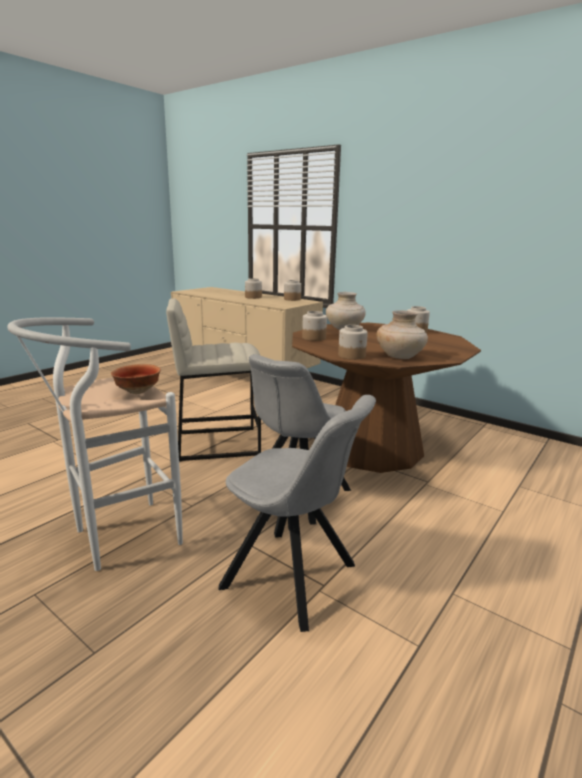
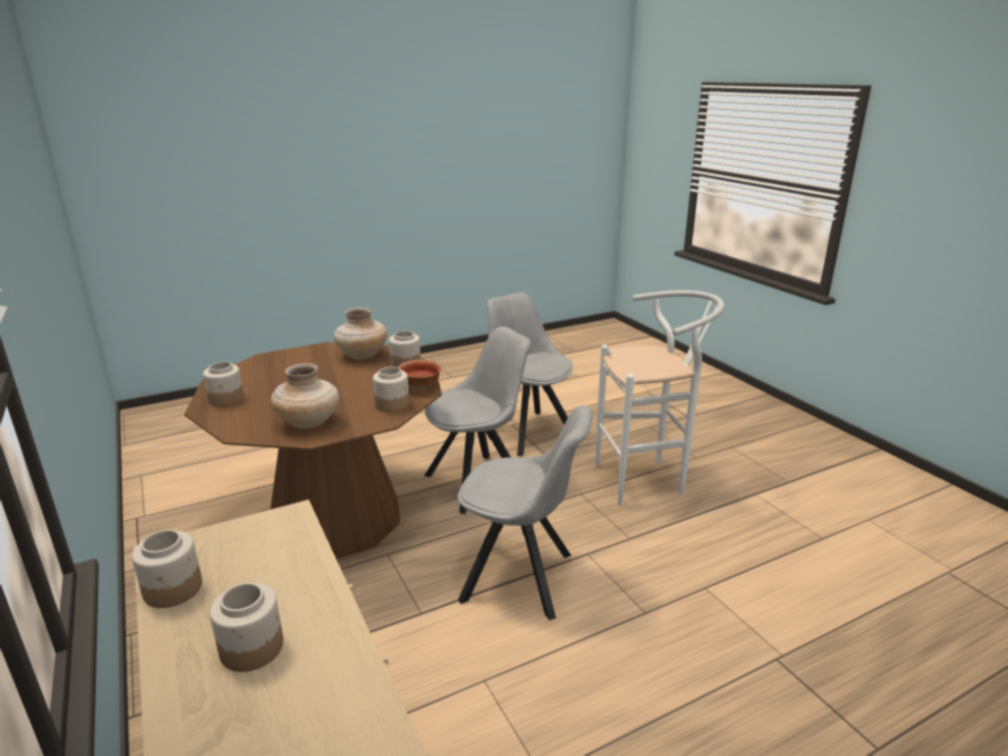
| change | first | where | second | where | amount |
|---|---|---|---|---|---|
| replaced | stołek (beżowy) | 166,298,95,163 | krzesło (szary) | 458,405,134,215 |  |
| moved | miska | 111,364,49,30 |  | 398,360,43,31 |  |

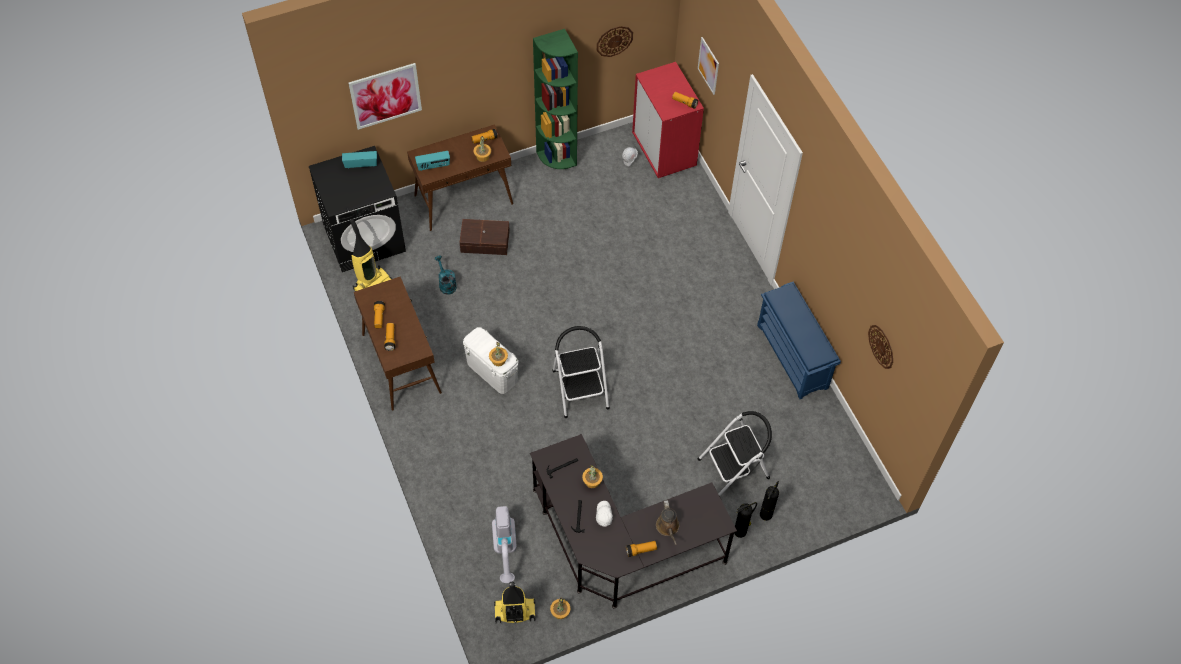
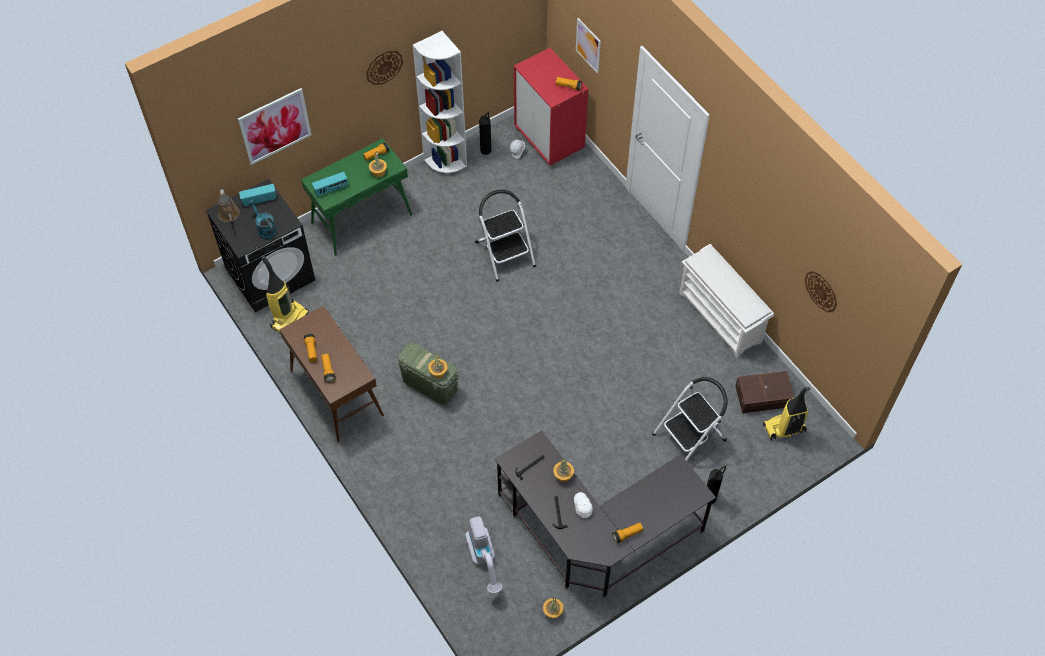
| change | first | where | second | where | amount |
|---|---|---|---|---|---|
| moved | zegar ścienny | 597,26,36,31 |  | 366,51,37,34 |  |
| recoloured | regał (zielony) | 533,29,45,140 | regał (biały) | 413,31,54,142 |  |
| recoloured | stolik konsolowy (brązowy) | 407,124,106,107 | stolik konsolowy (zielony) | 301,138,111,118 |  |
| moved | pojemnik do przechowywania (brązowy) | 459,219,51,36 |  | 735,371,60,42 |  |
| moved | konewka (turkusowy) | 435,256,22,39 |  | 248,200,29,40 |  |
| recoloured | regał na buty (niebieski) | 757,282,84,117 | regał na buty (biały) | 679,244,95,114 |  |
| moved | drabinka | 552,326,58,92 |  | 475,190,61,91 |  |
| recoloured | pojemnik do przechowywania (biały) | 463,327,55,67 | pojemnik do przechowywania (zielony) | 397,343,62,62 |  |
| moved | gaśnica | 760,481,19,40 |  | 479,111,12,44 |  |
| moved | konewka (brązowy) | 656,500,24,45 |  | 218,189,22,33 |  |
| moved | odkurzacz | 494,582,41,41 |  | 763,387,47,54 |  |

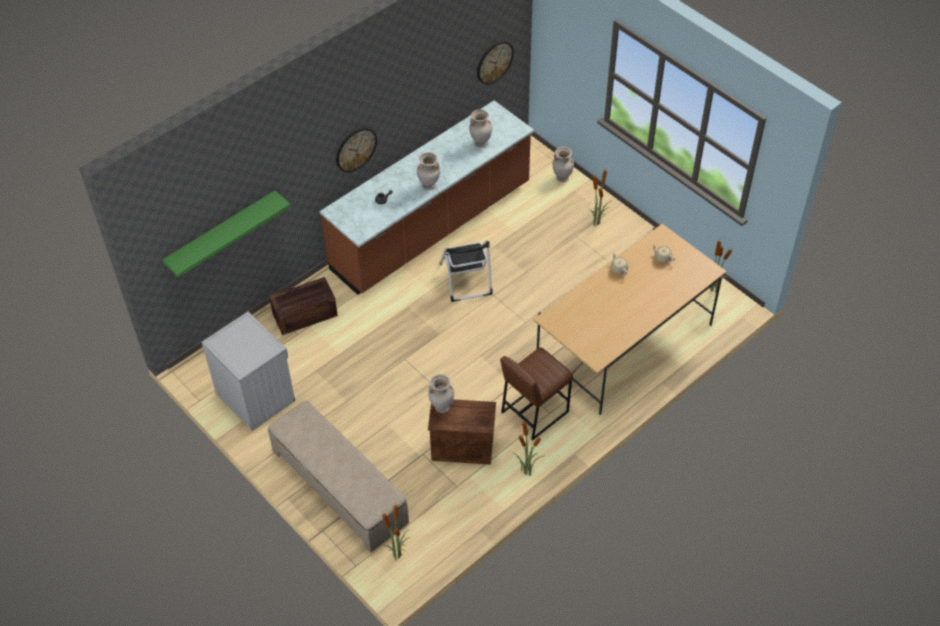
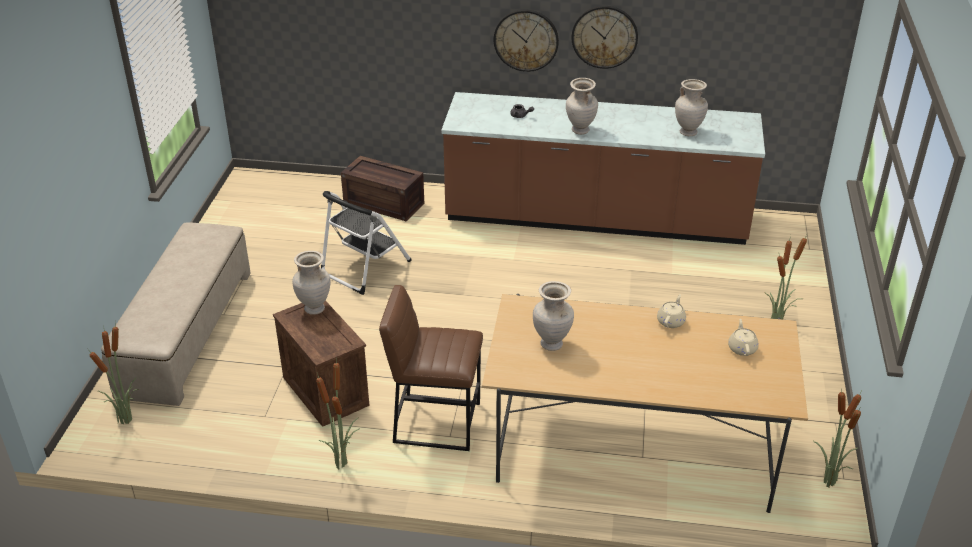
| change | first | where | second | where | amount |
|---|---|---|---|---|---|
| moved | zegar ścienny | 477,41,37,44 |  | 571,6,67,63 |  |
| moved | wazon (beżowy) | 552,147,22,35 |  | 533,281,41,70 |  |
| removed | półka (zielony) | 162,190,129,87 |  |  |  |
| moved | drabinka | 440,240,53,62 |  | 321,191,91,104 |  |
| removed | pralka (biały) | 202,312,93,119 |  |  |  |

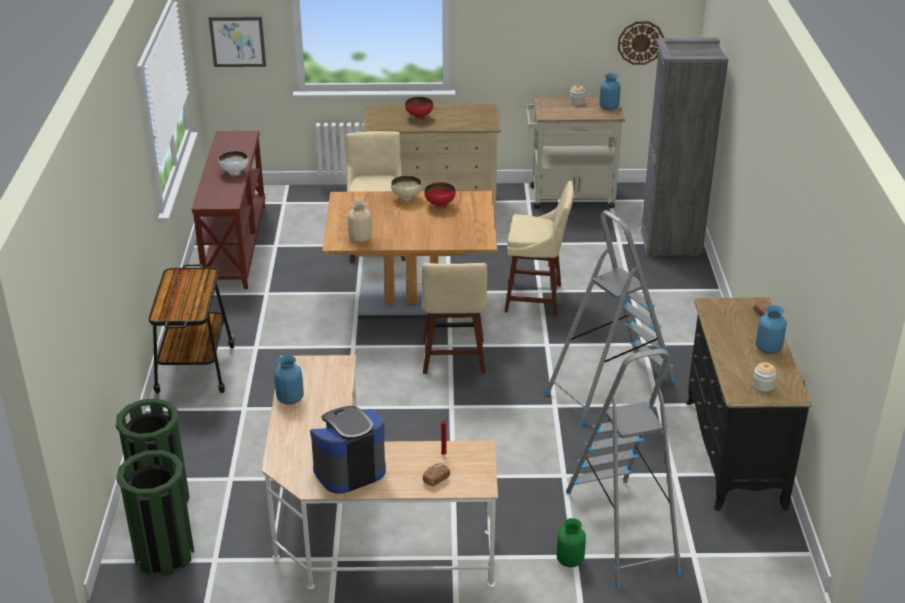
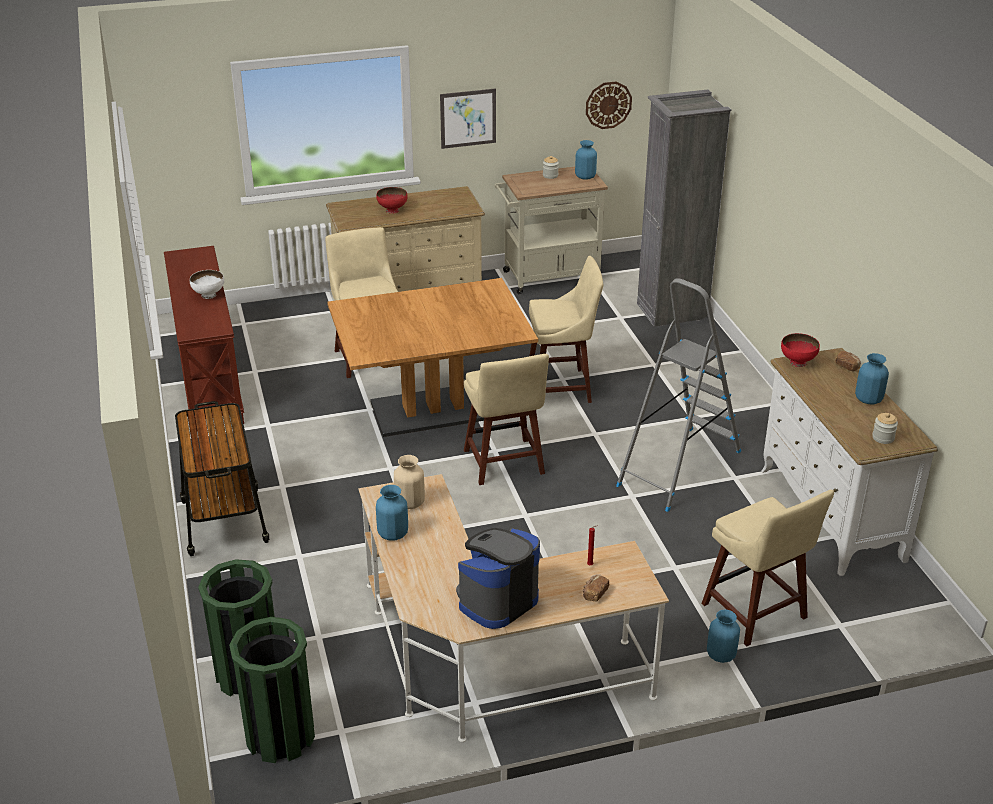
| change | first | where | second | where | amount |
|---|---|---|---|---|---|
| moved | obraz | 208,17,58,50 |  | 440,88,56,61 |  |
| removed | miska (beżowy) | 391,175,31,27 |  |  |  |
| moved | miska (czerwony) | 424,182,32,28 |  | 781,333,39,34 |  |
| moved | wazon (beżowy) | 348,200,24,43 |  | 394,455,31,54 |  |
| recoloured | komoda (czarny) | 686,297,125,214 | komoda (biały) | 761,348,177,228 |  |
| replaced | drabinka (szary) | 566,349,115,240 | krzesło (beżowy) | 701,490,133,156 |  |
| recoloured | wazon (zielony) | 557,518,29,49 | wazon (niebieski) | 707,609,33,54 |  |

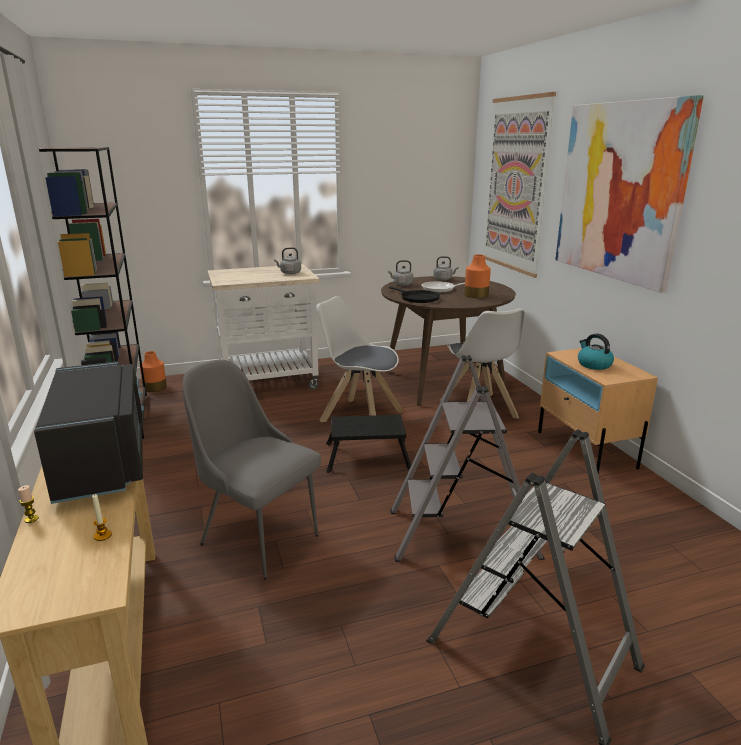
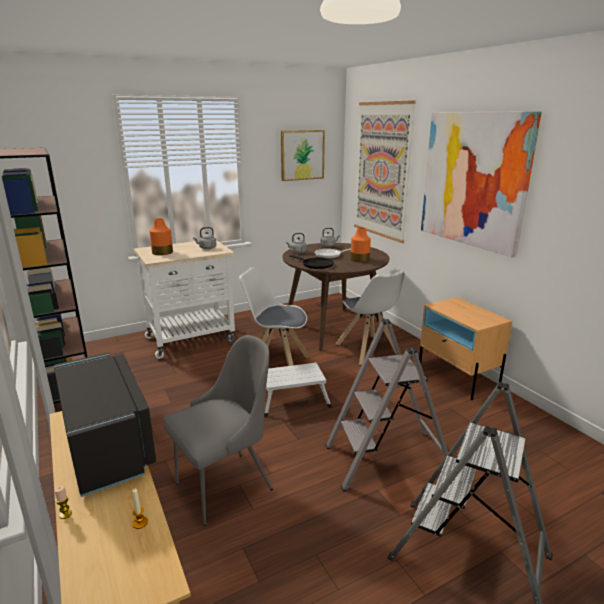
| change | first | where | second | where | amount |
|---|---|---|---|---|---|
| removed | czajnik | 578,333,36,37 |  |  |  |
| moved | wazon (pomarańczowy) | 140,351,27,41 |  | 150,218,23,37 |  |
| turned | krzesło (szary) | 182,360,139,219 |  | 164,335,109,191 | 120 degrees clockwise |
| recoloured | drabinka (czarny) | 326,414,85,59 | drabinka (biały) | 264,362,68,56 |  |
| added |  |  | obraz | 281,130,44,51 |  |

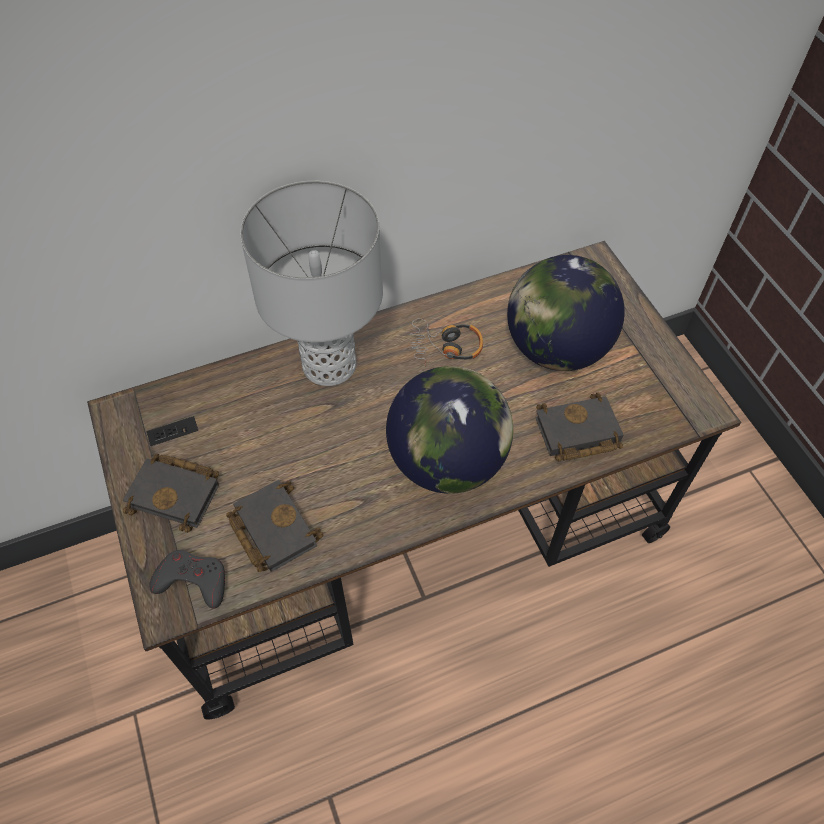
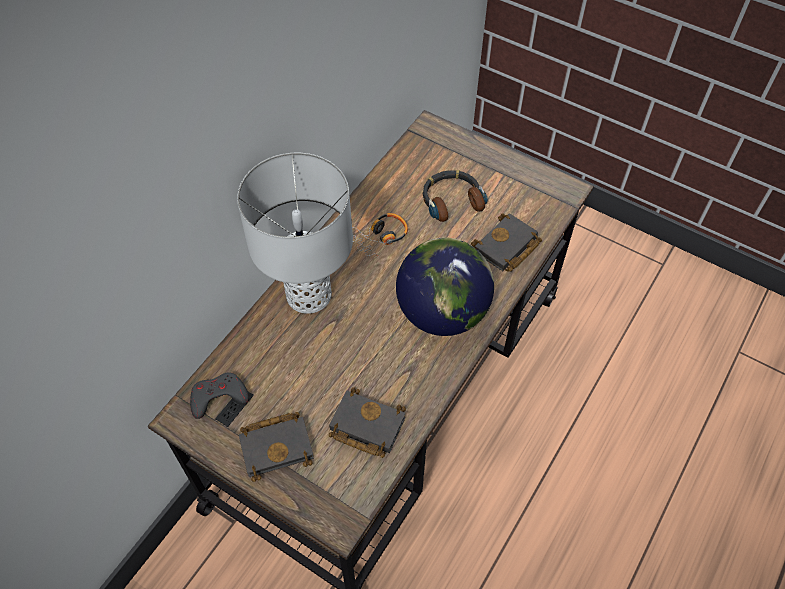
| change | first | where | second | where | amount |
|---|---|---|---|---|---|
| replaced | globus | 507,255,117,116 | słuchawki | 423,170,65,52 |  |
| moved | pad do gier (szary) | 149,550,76,59 |  | 190,372,59,47 |  |

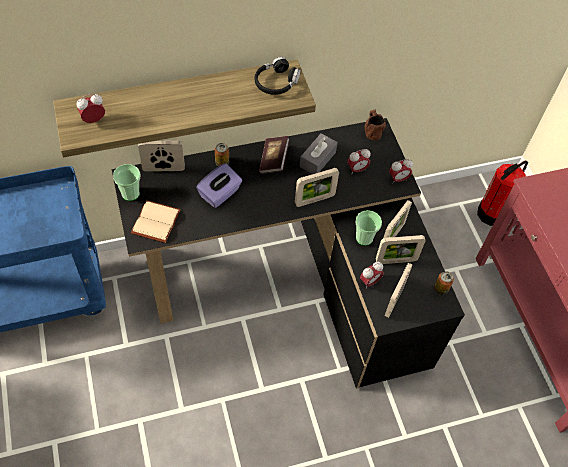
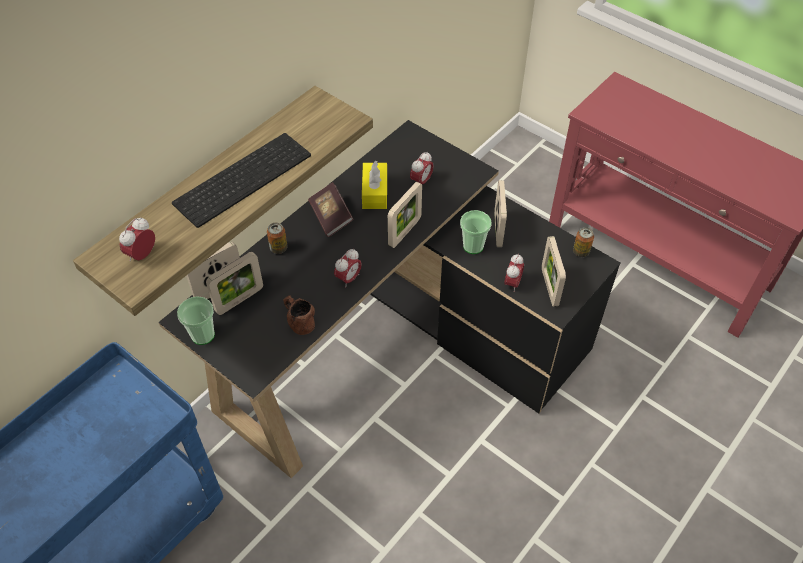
| change | first | where | second | where | amount |
|---|---|---|---|---|---|
| removed | słuchawki (czarny) | 254,57,46,38 |  |  |  |
| moved | kubek (brązowy) | 365,109,21,31 |  | 283,295,32,40 |  |
| recoloured | pudełko chusteczek (szary) | 300,133,38,41 | pudełko chusteczek (żółty) | 362,160,25,49 |  |
| moved | budzik | 389,159,24,25 |  | 334,249,28,36 |  |
| removed | gaśnica | 477,161,51,65 |  |  |  |
| removed | pudełko chusteczek (fioletowy) | 196,163,46,45 |  |  |  |
| removed | książka (beżowy) | 131,200,50,43 |  |  |  |
| moved | ramka na zdjęcie | 376,235,50,29 |  | 206,252,57,63 |  |
| added |  |  | klawiatura | 172,133,139,95 |  |

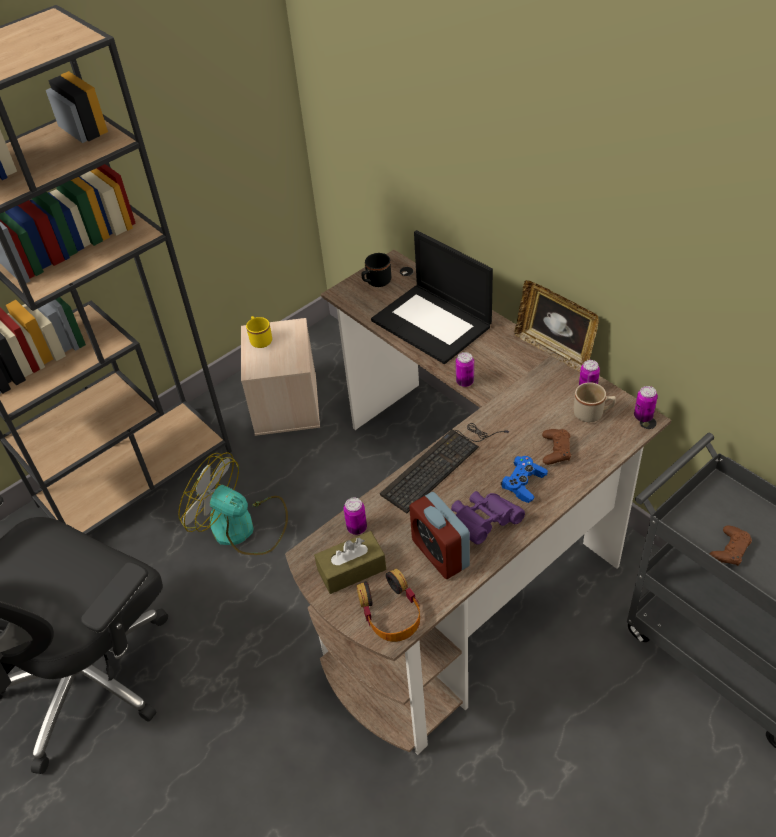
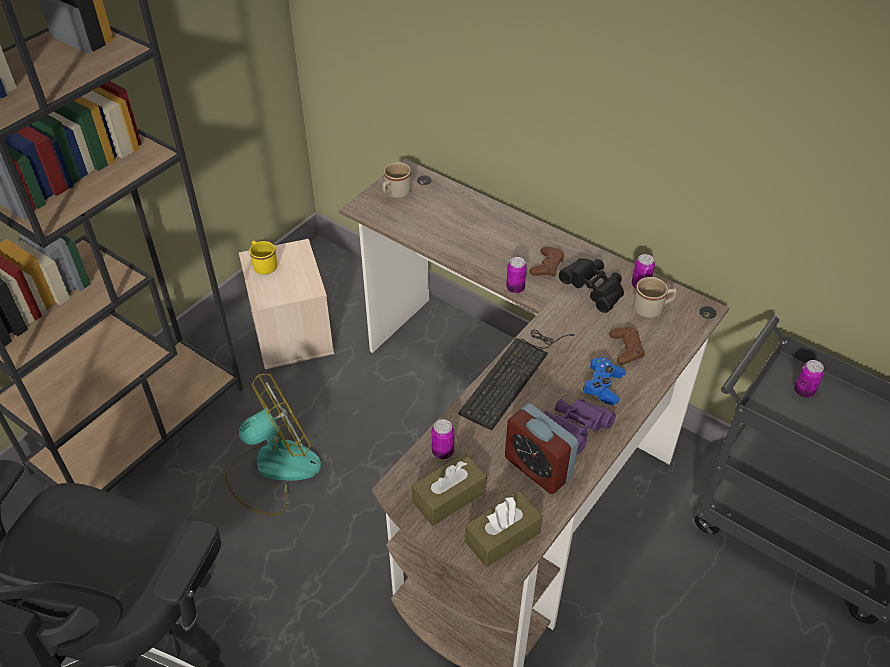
| change | first | where | second | where | amount |
|---|---|---|---|---|---|
| removed | laptop | 371,230,122,134 |  |  |  |
| recoloured | kubek (czarny) | 361,253,30,34 | kubek (beżowy) | 382,162,29,36 |  |
| removed | ramka na zdjęcie | 514,280,85,92 |  |  |  |
| moved | puszka | 634,386,24,36 |  | 794,360,30,38 |  |
| turned | wentylator | 178,452,110,103 |  | 225,374,97,142 | 135 degrees clockwise |
| moved | pad do gier (brązowy) | 709,525,43,41 |  | 529,247,36,30 |  |
| replaced | słuchawki | 356,569,64,73 | pudełko chusteczek (brązowy) | 465,491,78,76 |  |
| added |  |  | lornetka (czarny) | 559,258,65,55 |  |

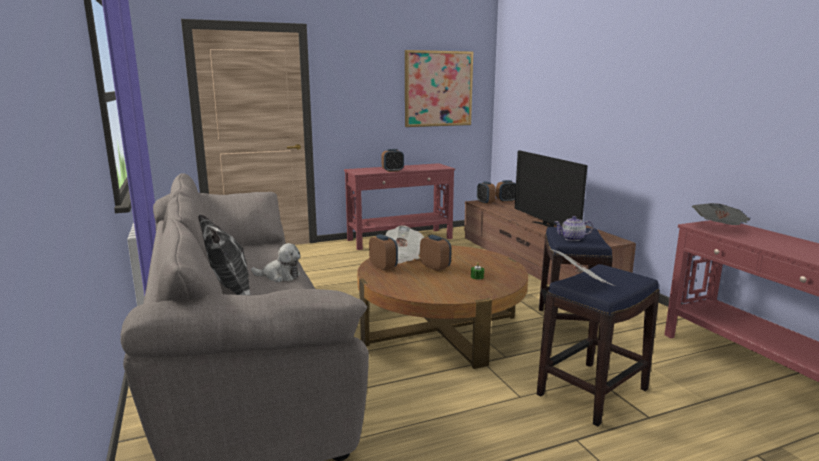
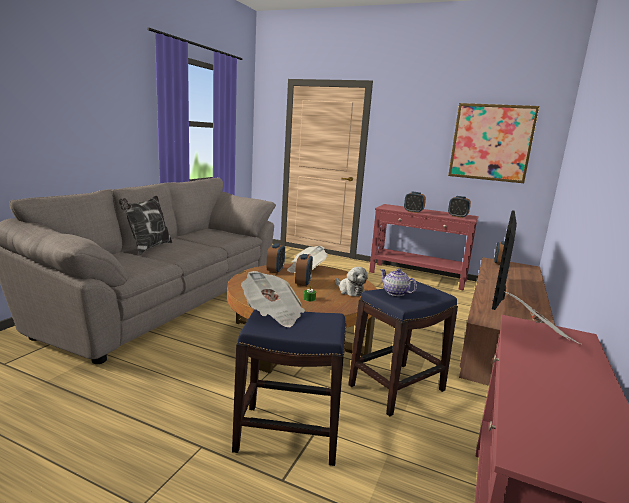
| change | first | where | second | where | amount |
|---|---|---|---|---|---|
| moved | budzik | 496,180,20,22 |  | 448,196,23,22 |  |
| moved | pluszak | 251,243,50,39 |  | 335,267,33,30 |  |

